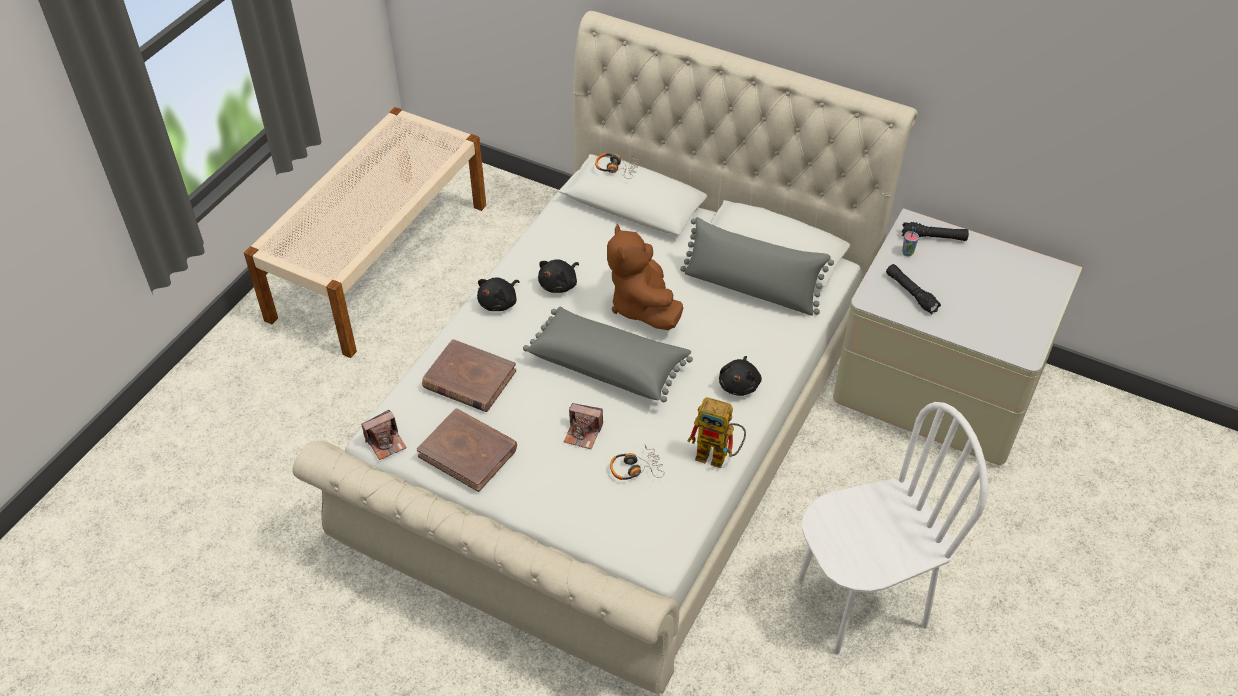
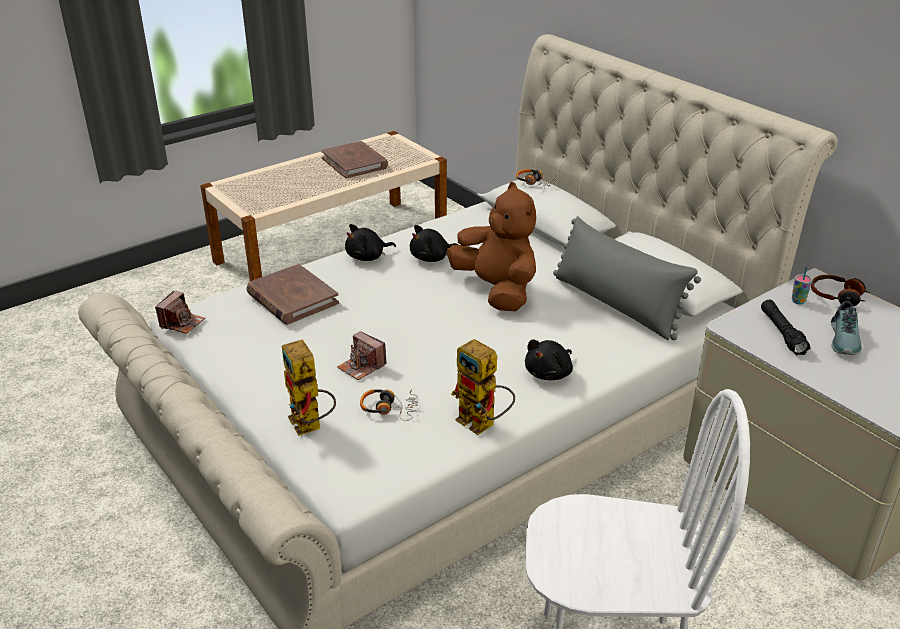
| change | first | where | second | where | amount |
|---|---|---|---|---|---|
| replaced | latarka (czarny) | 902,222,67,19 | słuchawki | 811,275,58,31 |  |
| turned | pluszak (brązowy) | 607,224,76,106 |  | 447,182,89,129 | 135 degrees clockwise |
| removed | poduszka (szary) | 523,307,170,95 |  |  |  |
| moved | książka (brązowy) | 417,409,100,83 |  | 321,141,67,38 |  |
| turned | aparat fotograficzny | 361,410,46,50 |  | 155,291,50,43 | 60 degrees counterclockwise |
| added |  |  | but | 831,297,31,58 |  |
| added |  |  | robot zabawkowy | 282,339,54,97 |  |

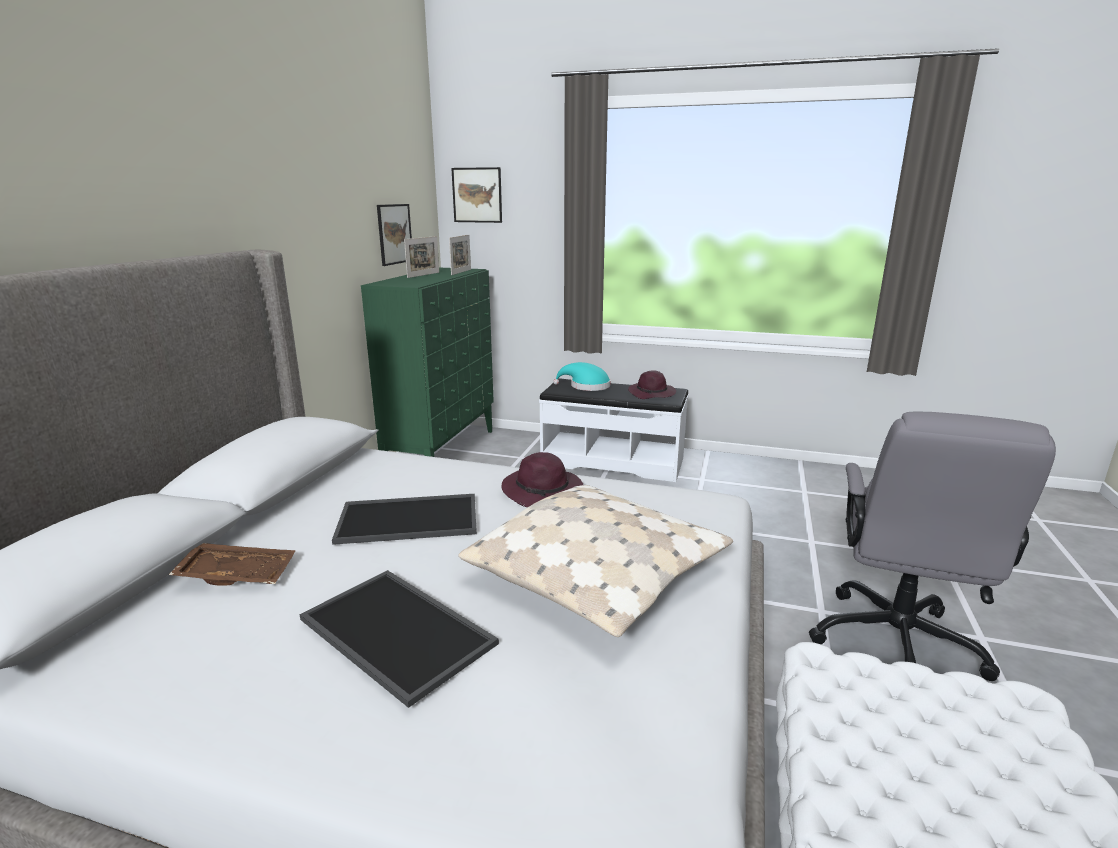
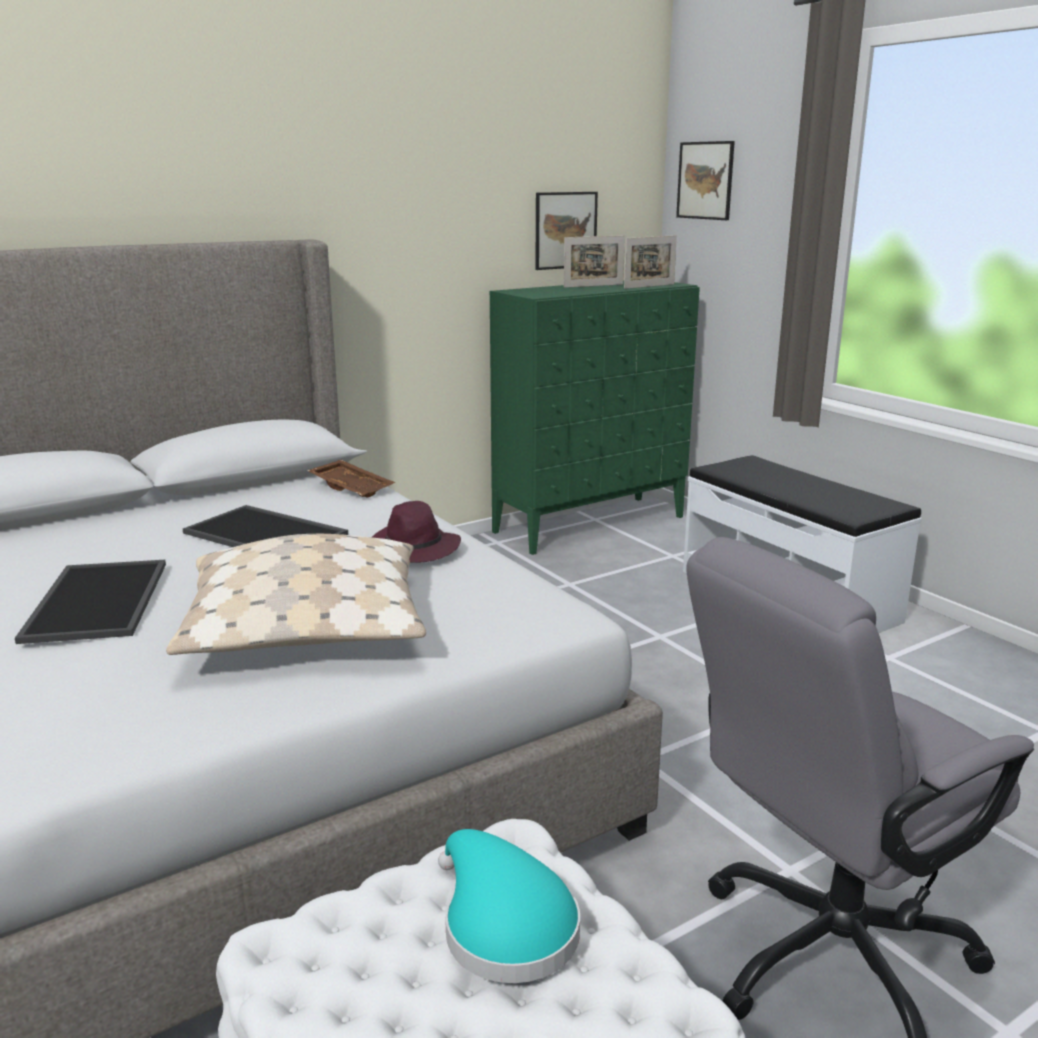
| change | first | where | second | where | amount |
|---|---|---|---|---|---|
| moved | kapelusz (turkusowy) | 553,362,57,29 |  | 438,829,142,154 |  |
| removed | kapelusz (fioletowy) | 628,370,48,29 |  |  |  |
| moved | taca (brązowy) | 169,543,127,42 |  | 307,460,89,38 |  |

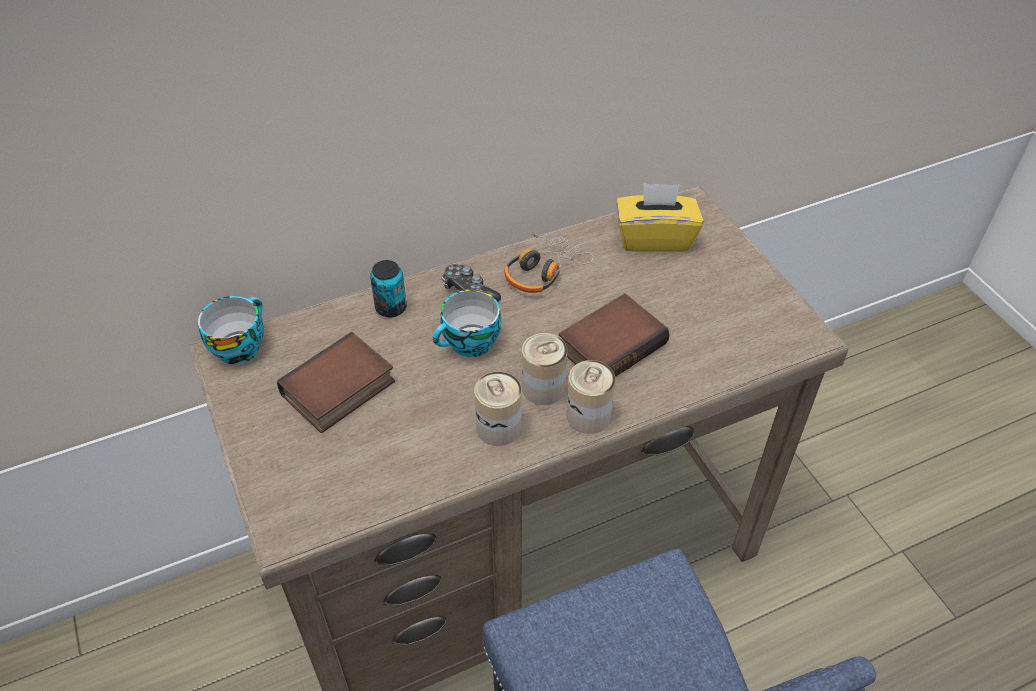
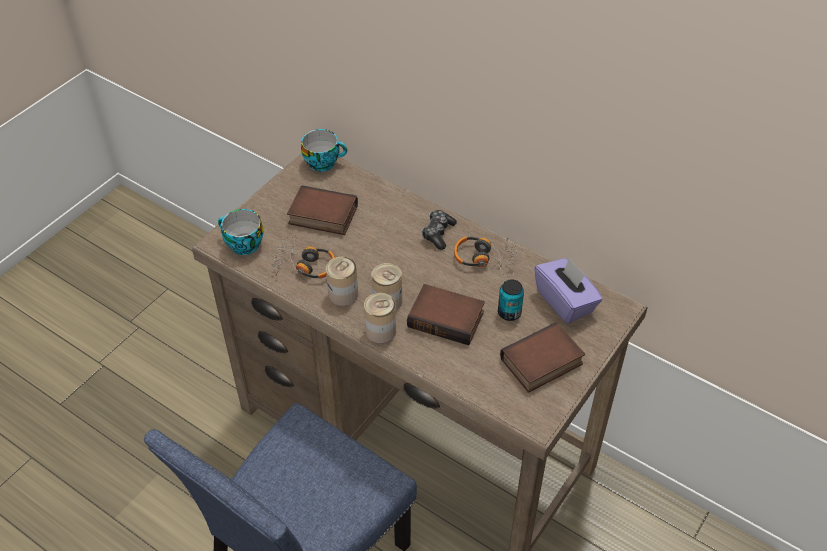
| change | first | where | second | where | amount |
|---|---|---|---|---|---|
| recoloured | pudełko chusteczek (żółty) | 616,183,87,69 | pudełko chusteczek (fioletowy) | 534,257,69,67 |  |
| moved | puszka | 370,260,37,58 |  | 498,279,26,42 |  |
| moved | filiżanka | 433,289,68,68 |  | 218,209,46,46 |  |
| added |  |  | słuchawki | 270,236,65,43 |  |
| added |  |  | książka | 500,322,85,71 |  |

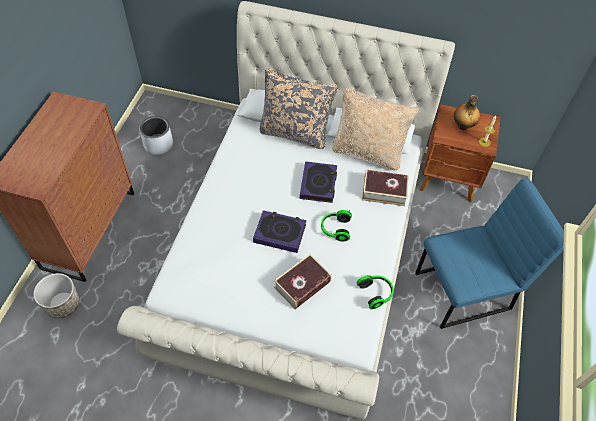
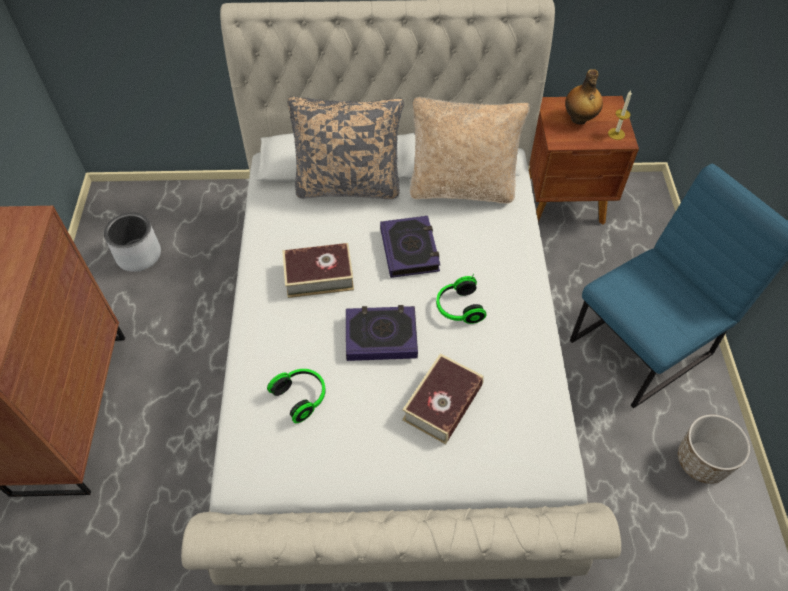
| change | first | where | second | where | amount |
|---|---|---|---|---|---|
| moved | książka | 362,170,47,36 |  | 282,243,72,55 |  |
| moved | donica | 34,273,45,46 |  | 678,414,72,70 |  |
| moved | słuchawki | 357,275,37,34 |  | 267,369,59,54 |  |

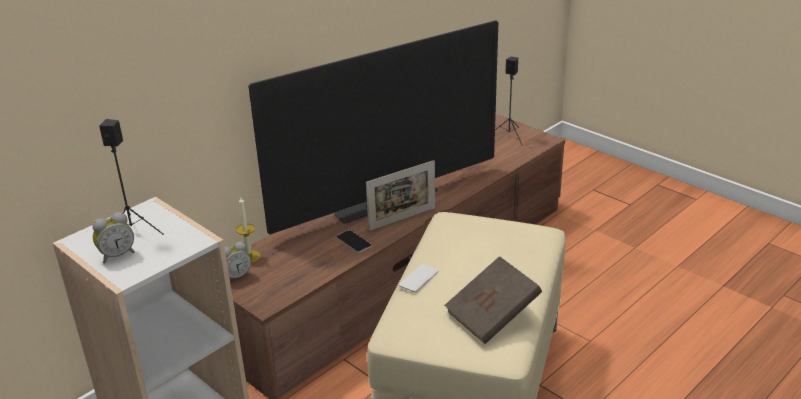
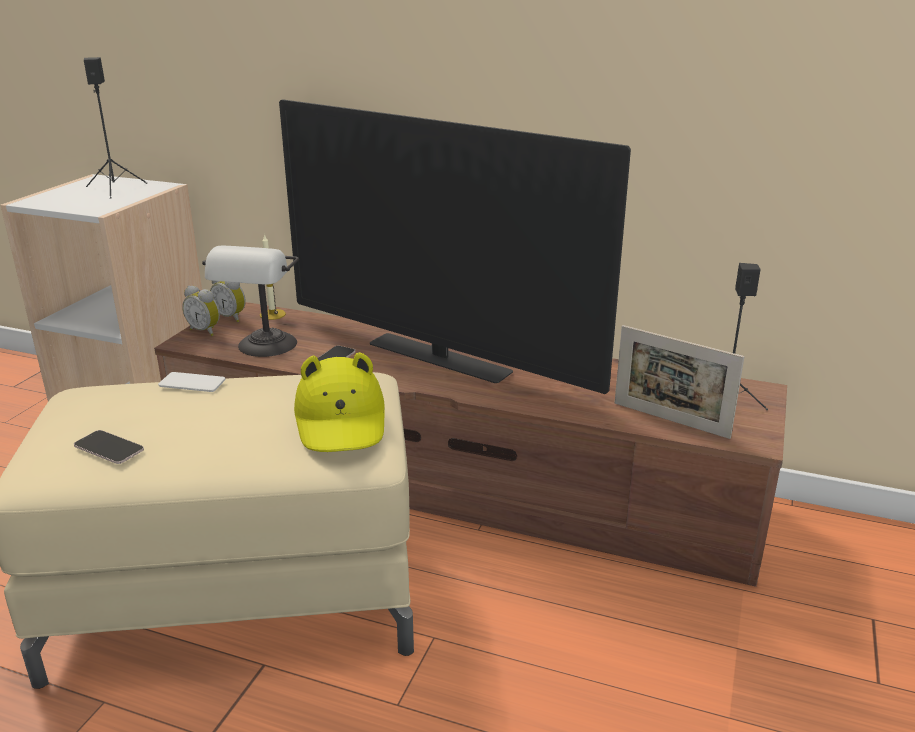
| change | first | where | second | where | amount |
|---|---|---|---|---|---|
| moved | ramka na zdjęcie | 366,160,69,71 |  | 615,325,129,114 |  |
| moved | budzik | 92,212,43,51 |  | 182,286,38,50 |  |
| replaced | książka (brązowy) | 444,256,98,88 | telefon | 74,430,70,34 |  |
| added |  |  | lampa stołowa | 202,246,97,111 |  |
| added |  |  | kapelusz (żółty) | 294,352,91,100 |  |

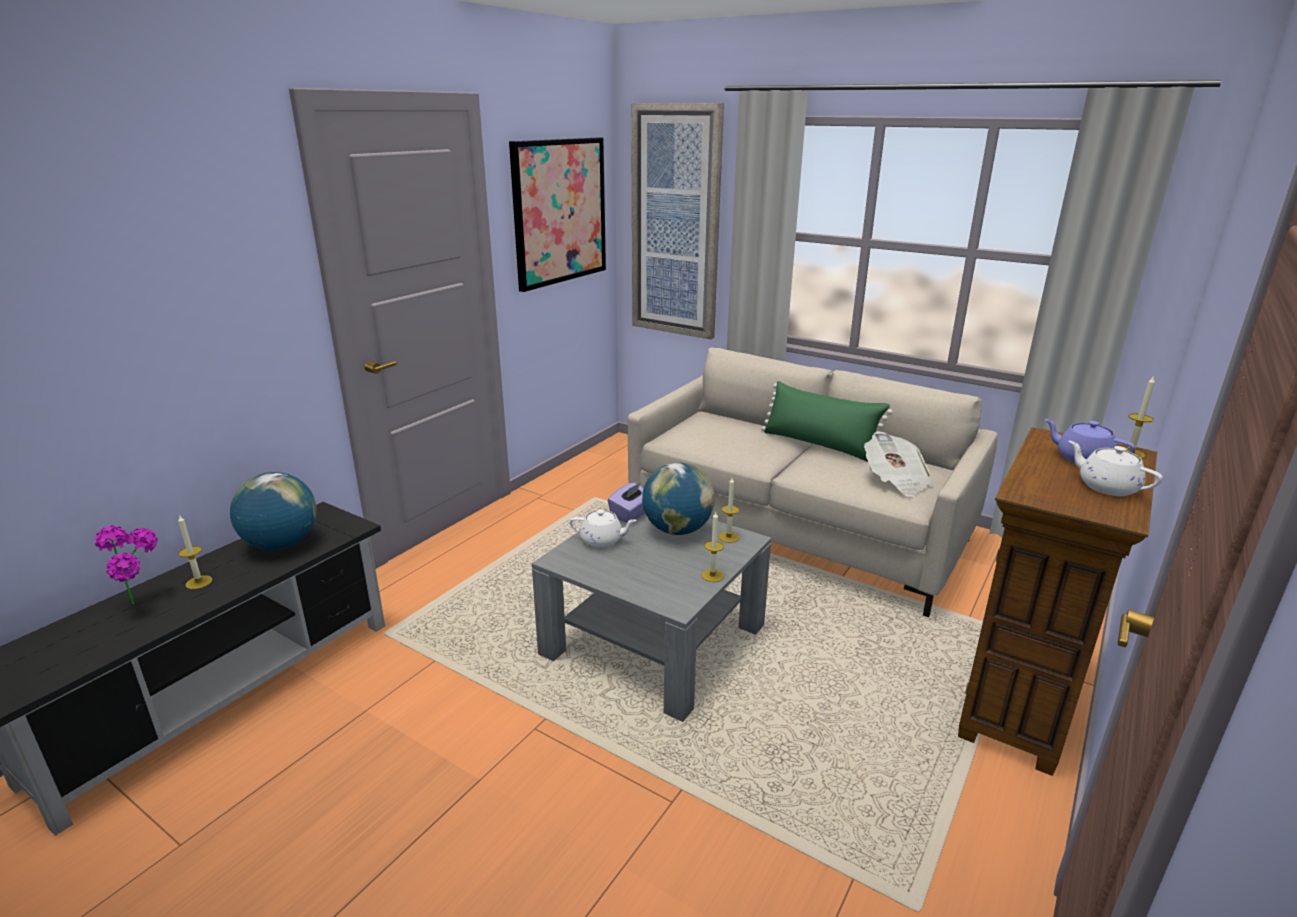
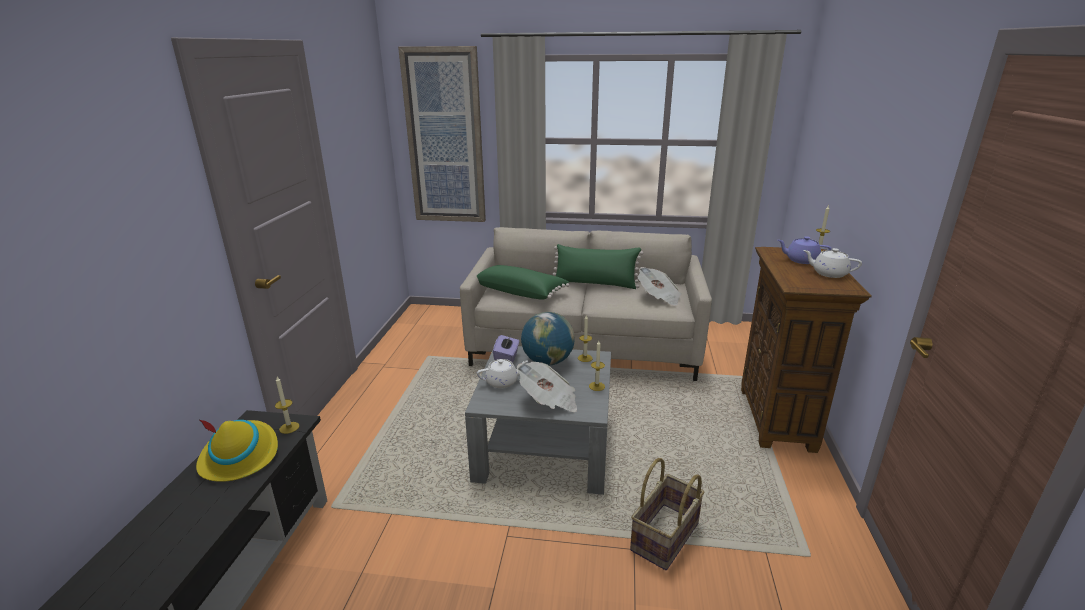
| change | first | where | second | where | amount |
|---|---|---|---|---|---|
| removed | obraz | 509,138,97,154 |  |  |  |
| replaced | globus | 230,472,87,78 | kapelusz (żółty) | 196,419,82,63 |  |
| moved | świeca | 178,514,34,75 |  | 275,377,24,57 |  |
| removed | roślina doniczkowa | 95,526,63,78 |  |  |  |
| added |  |  | poduszka (zielony) | 476,265,94,35 |  |
| added |  |  | gazeta | 517,362,60,50 |  |
| added |  |  | koszyk | 630,458,74,112 |  |

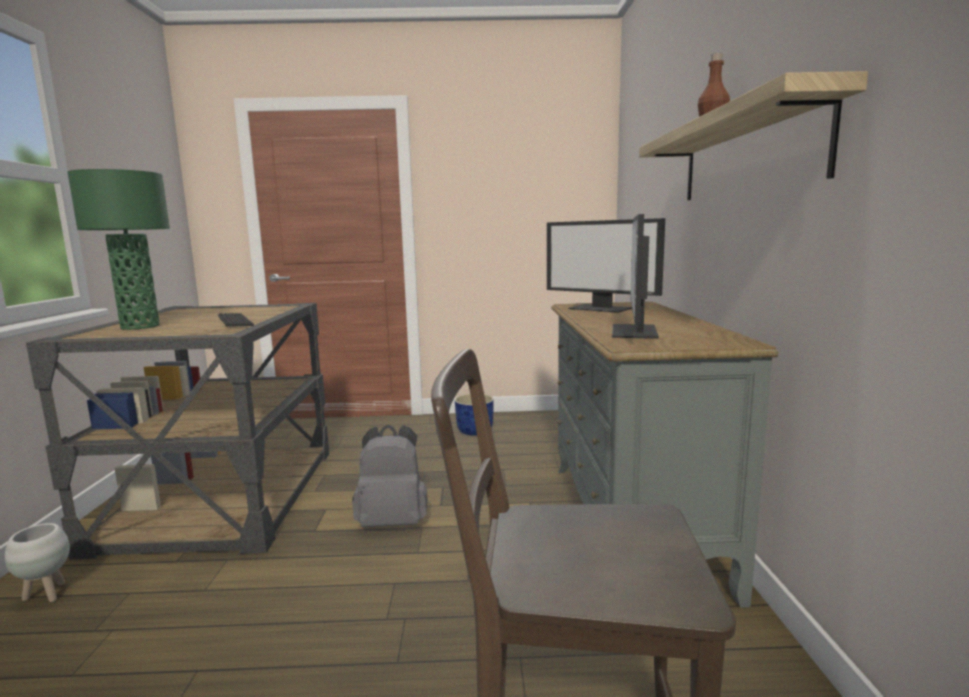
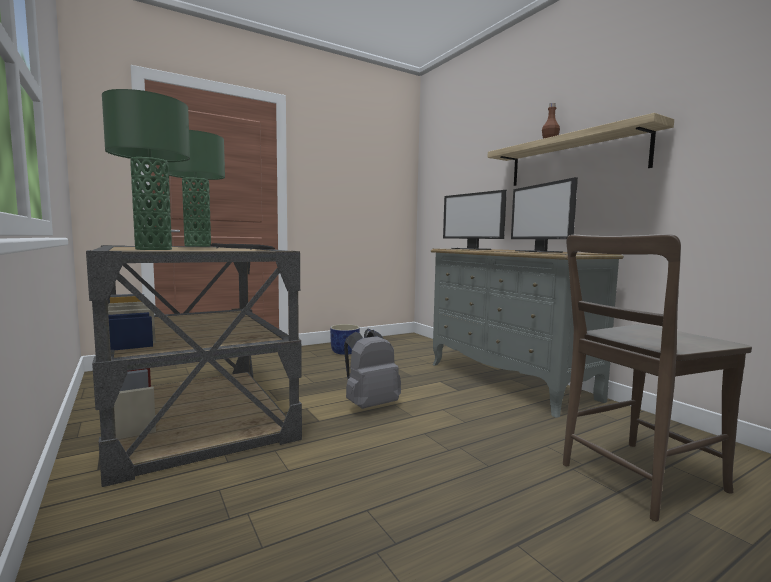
| change | first | where | second | where | amount |
|---|---|---|---|---|---|
| turned | monitor | 547,218,118,95 |  | 443,190,64,60 | 45 degrees clockwise |
| removed | donica (biały) | 5,523,65,79 |  |  |  |
| added |  |  | lampa stołowa (zielony) | 165,130,60,117 |  |

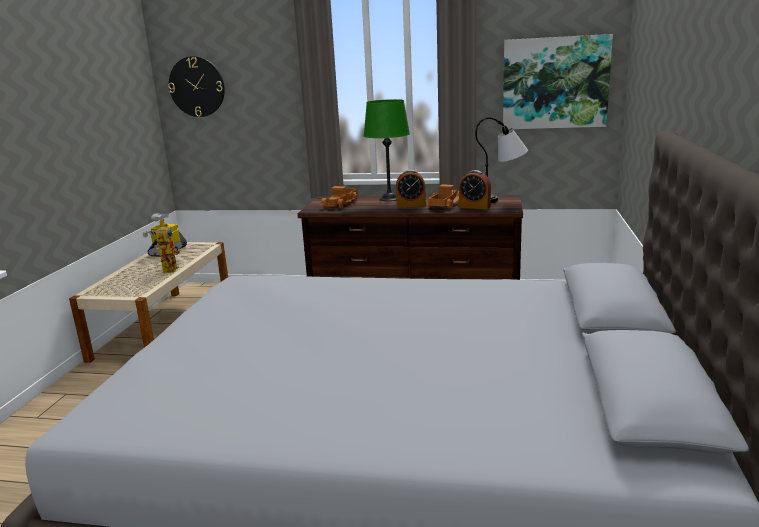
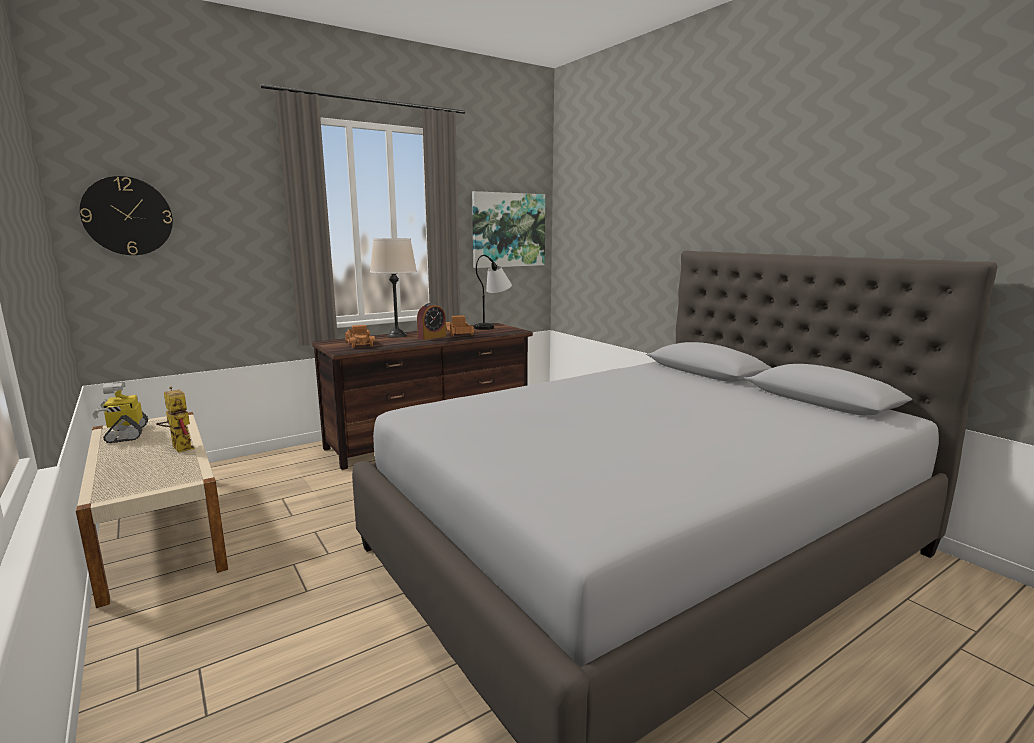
| change | first | where | second | where | amount |
|---|---|---|---|---|---|
| recoloured | lampa stołowa (zielony) | 363,99,47,102 | lampa stołowa (beżowy) | 370,238,47,100 |  |
| removed | budzik | 459,170,32,39 |  |  |  |

